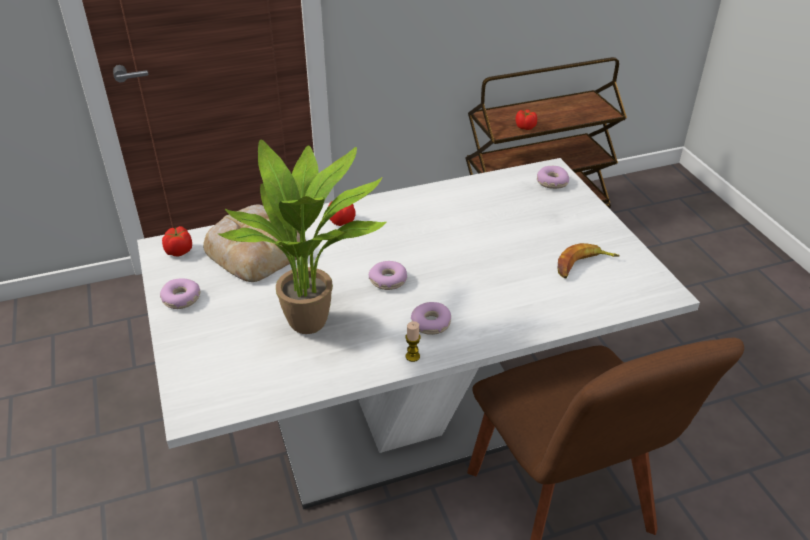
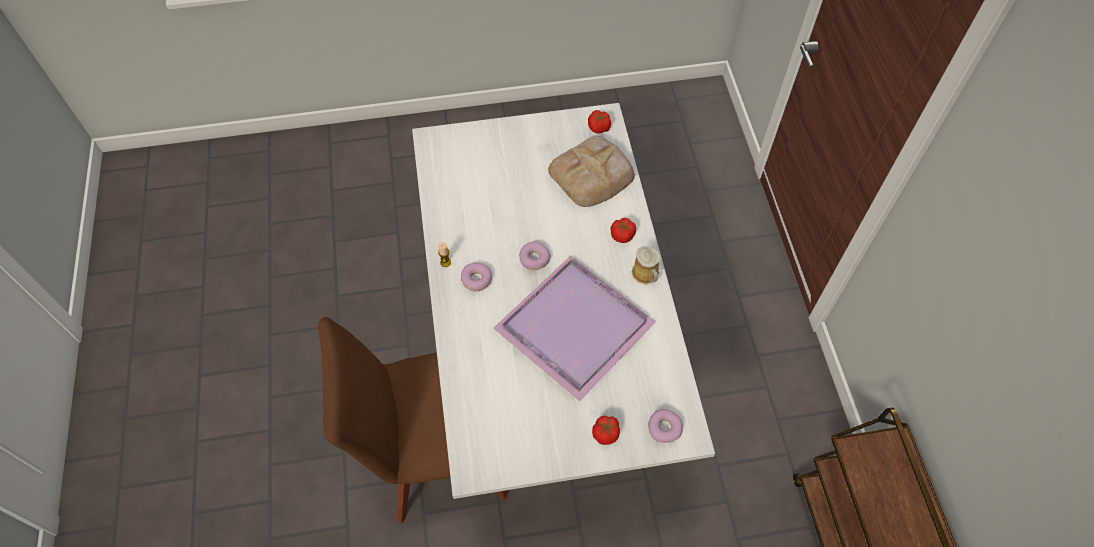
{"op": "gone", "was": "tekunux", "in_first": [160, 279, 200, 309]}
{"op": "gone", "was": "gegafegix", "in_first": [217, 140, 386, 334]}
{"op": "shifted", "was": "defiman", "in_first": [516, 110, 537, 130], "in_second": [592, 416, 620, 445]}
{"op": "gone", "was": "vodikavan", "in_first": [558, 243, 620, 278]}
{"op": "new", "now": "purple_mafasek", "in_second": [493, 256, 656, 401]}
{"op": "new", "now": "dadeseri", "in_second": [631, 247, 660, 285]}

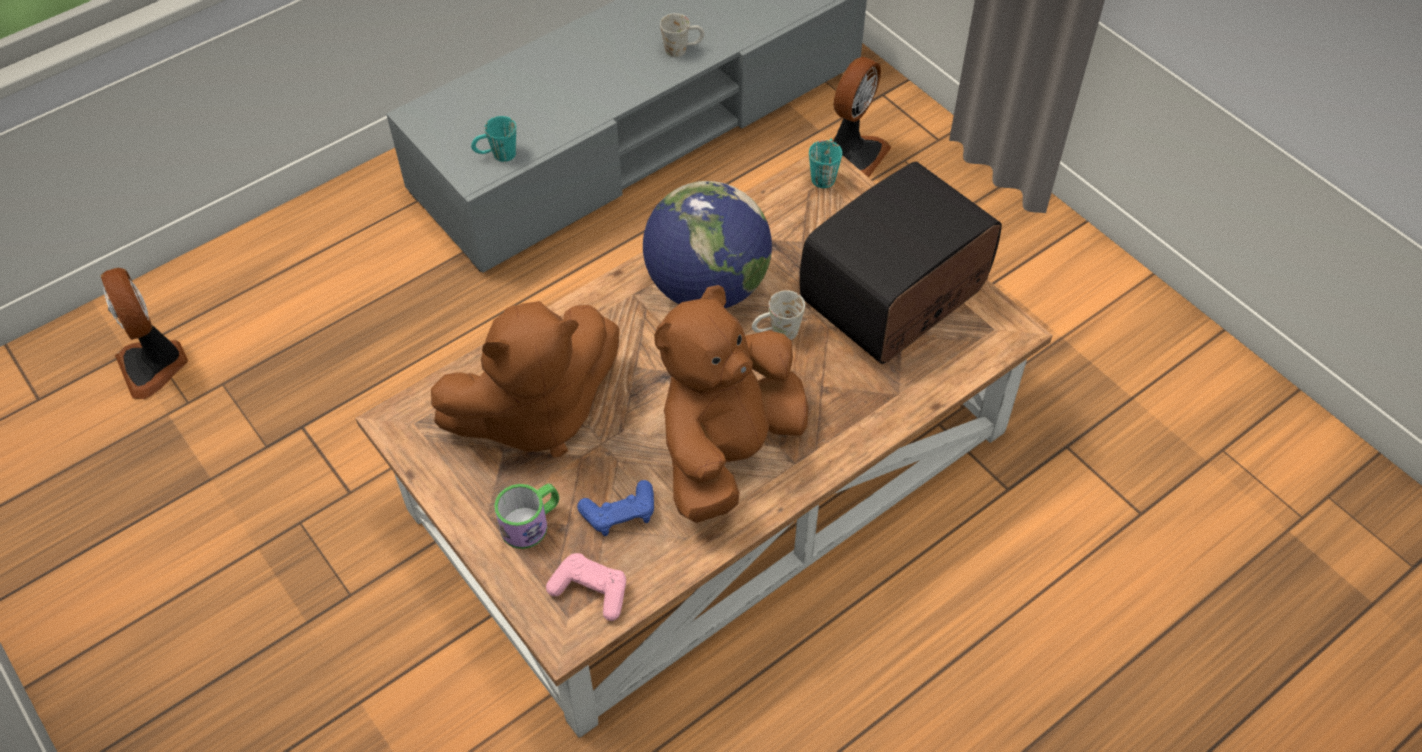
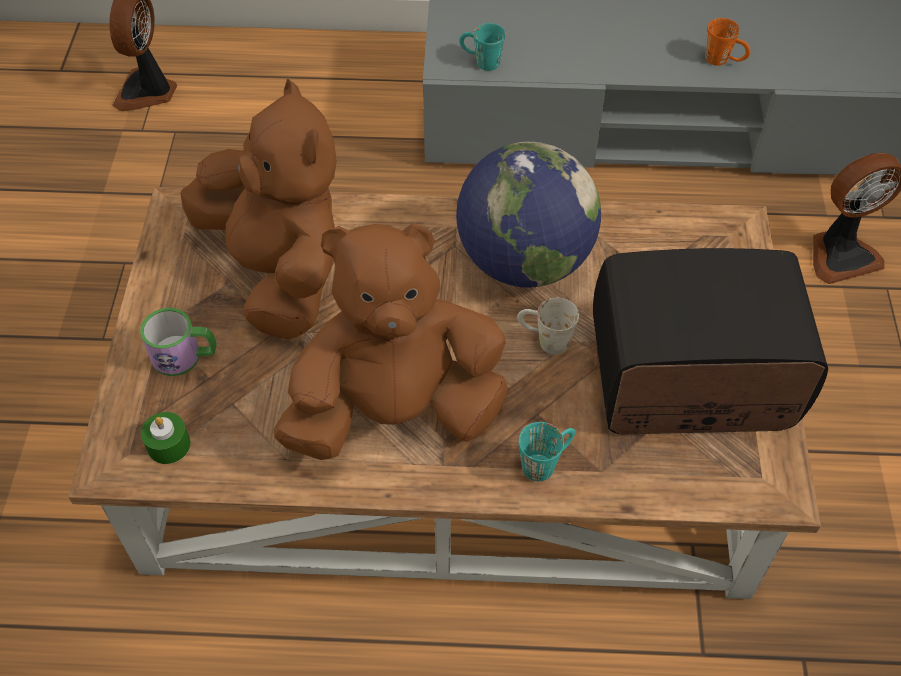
{"op": "rotated", "was": "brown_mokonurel", "in_first": [431, 301, 619, 457], "in_second": [180, 79, 337, 339], "clockwise": -135}
{"op": "swapped", "was": "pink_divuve", "now": "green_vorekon", "in_first": [546, 553, 626, 621], "in_second": [141, 412, 190, 464]}
{"op": "gone", "was": "blue_divuve", "in_first": [577, 480, 654, 536]}
{"op": "repainted", "was": "white_dadeseri", "now": "orange_dadeseri", "in_first": [660, 13, 705, 57], "in_second": [705, 18, 750, 66]}
{"op": "shifted", "was": "turquoise_dadeseri", "in_first": [809, 139, 842, 188], "in_second": [519, 422, 575, 481]}

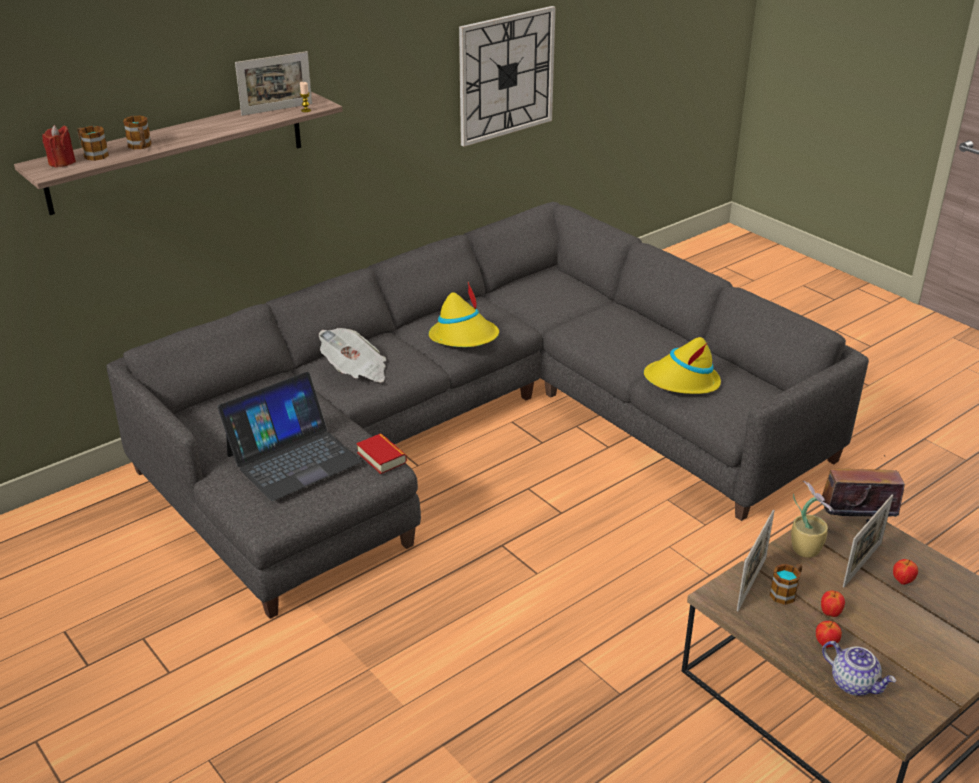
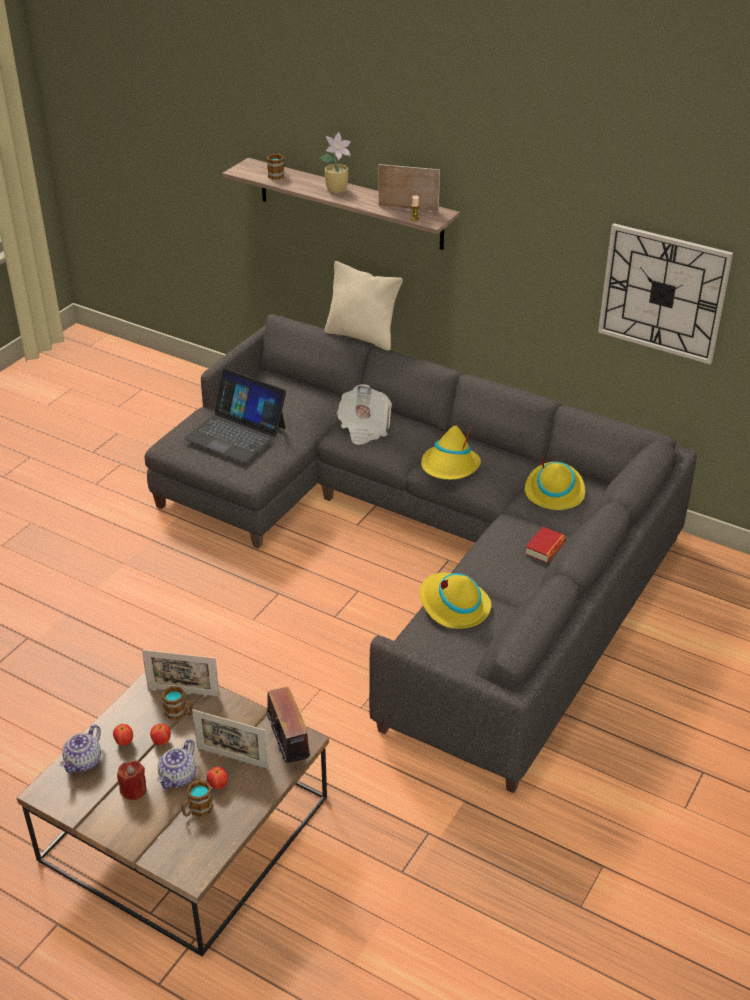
{"op": "shifted", "was": "red_vorekon", "in_first": [42, 125, 76, 167], "in_second": [117, 760, 147, 800]}
{"op": "shifted", "was": "dadeseri", "in_first": [123, 116, 151, 149], "in_second": [181, 780, 213, 817]}
{"op": "rotated", "was": "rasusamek", "in_first": [235, 51, 312, 116], "in_second": [378, 164, 440, 211], "clockwise": 150}
{"op": "shifted", "was": "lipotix", "in_first": [356, 433, 407, 474], "in_second": [525, 527, 566, 563]}
{"op": "shifted", "was": "gegafegix", "in_first": [791, 481, 834, 558], "in_second": [320, 132, 351, 193]}
{"op": "new", "now": "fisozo", "in_second": [157, 739, 196, 789]}
{"op": "new", "now": "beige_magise", "in_second": [324, 261, 403, 351]}
{"op": "new", "now": "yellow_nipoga", "in_second": [525, 457, 585, 510]}

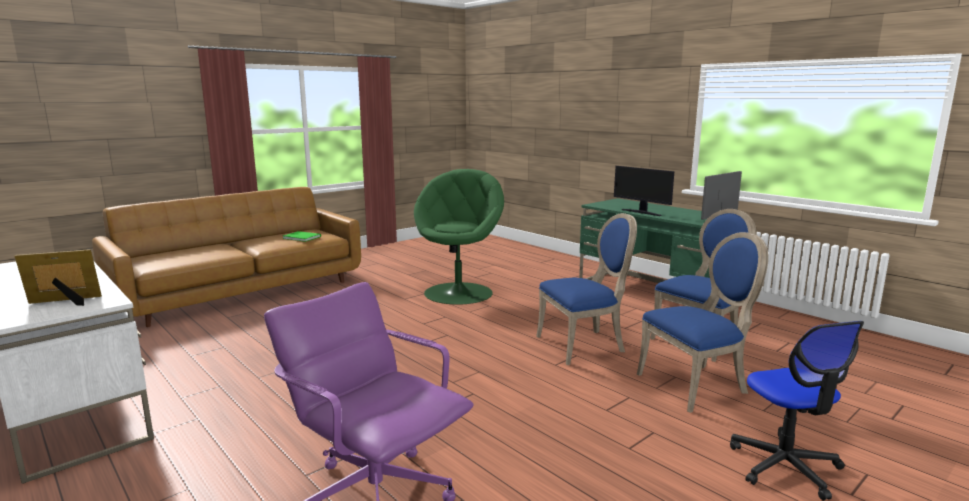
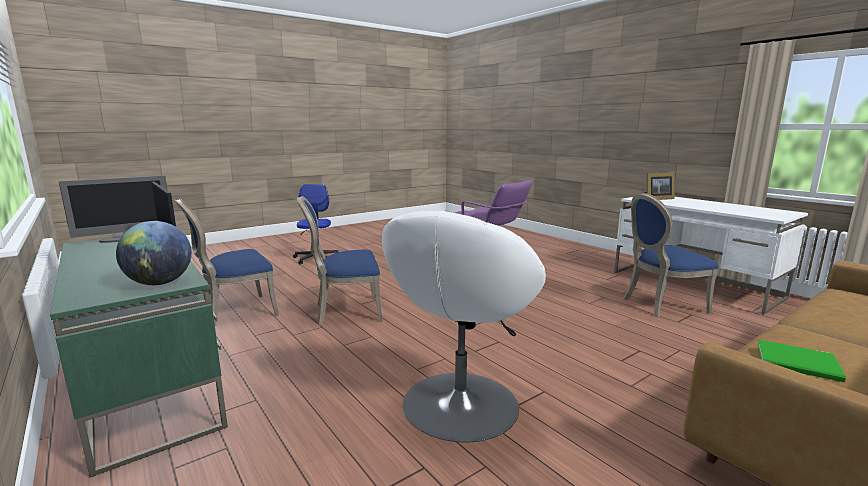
{"op": "repainted", "was": "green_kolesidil", "now": "white_kolesidil", "in_first": [414, 169, 504, 305], "in_second": [382, 211, 546, 442]}
{"op": "shifted", "was": "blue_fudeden", "in_first": [637, 232, 768, 413], "in_second": [623, 193, 718, 317]}
{"op": "new", "now": "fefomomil", "in_second": [116, 221, 192, 285]}

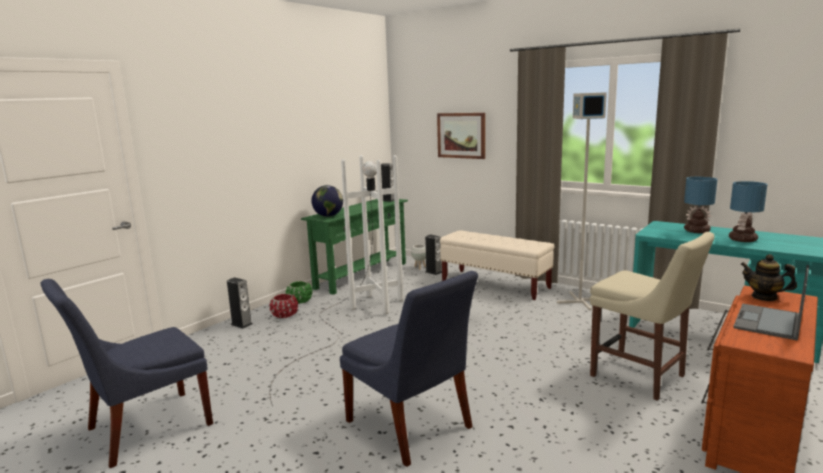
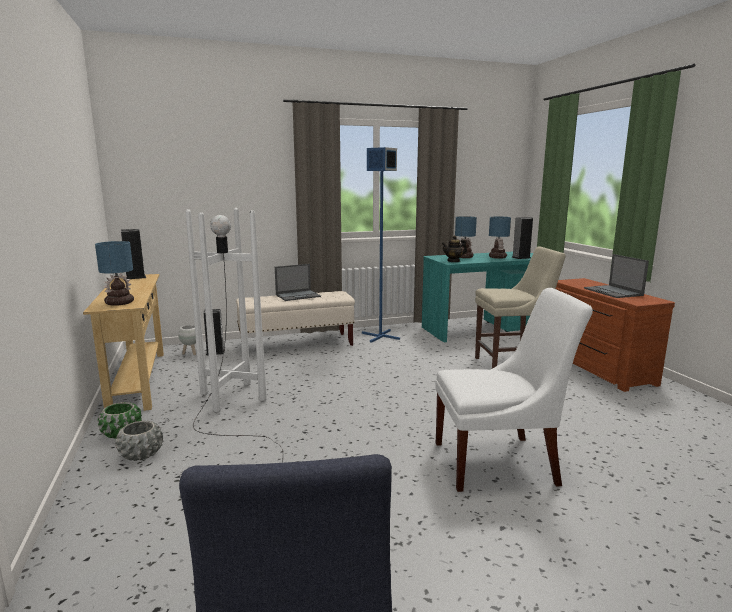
{"op": "shifted", "was": "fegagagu", "in_first": [227, 277, 252, 329], "in_second": [511, 217, 533, 259]}
{"op": "repainted", "was": "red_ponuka", "now": "grey_ponuka", "in_first": [270, 294, 298, 318], "in_second": [115, 421, 163, 461]}
{"op": "repainted", "was": "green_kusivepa", "now": "beige_kusivepa", "in_first": [301, 199, 408, 295], "in_second": [83, 274, 164, 411]}
{"op": "swapped", "was": "fefomomil", "now": "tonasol", "in_first": [311, 185, 343, 217], "in_second": [95, 241, 134, 306]}
{"op": "repainted", "was": "blue_fudeden", "now": "white_fudeden", "in_first": [340, 271, 478, 467], "in_second": [435, 288, 593, 492]}
{"op": "gone", "was": "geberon", "in_first": [437, 113, 485, 159]}
{"op": "repainted", "was": "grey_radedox", "now": "blue_radedox", "in_first": [557, 92, 607, 310], "in_second": [362, 147, 400, 343]}
{"op": "shifted", "was": "fisozo", "in_first": [740, 254, 797, 301], "in_second": [442, 235, 467, 262]}
{"op": "new", "now": "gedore", "in_second": [275, 264, 321, 301]}

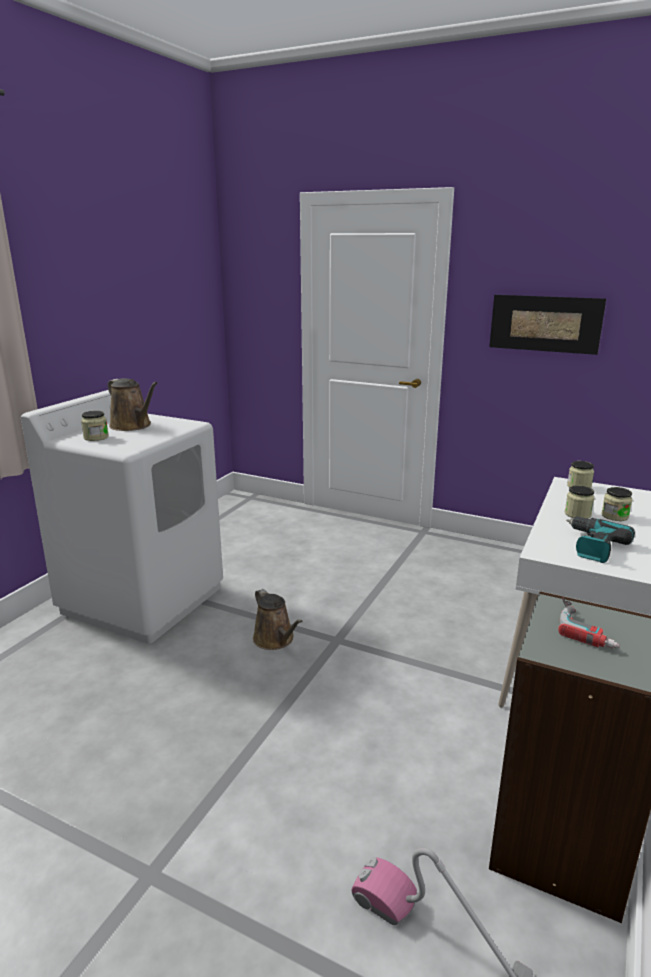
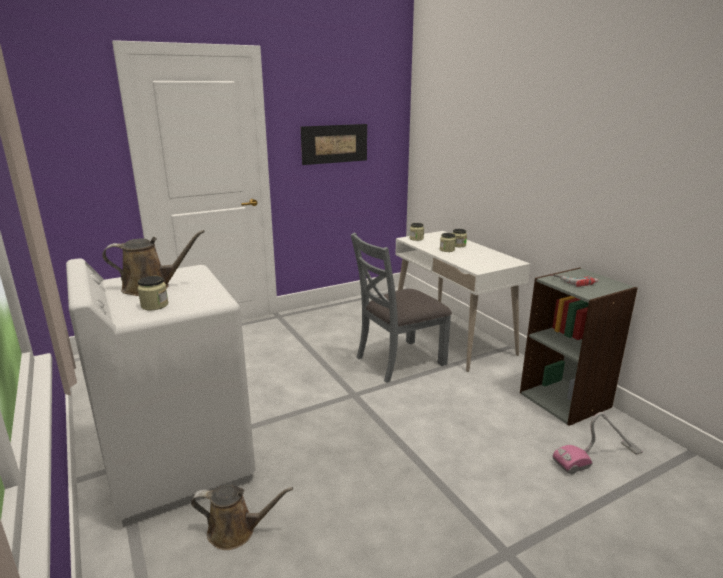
{"op": "shifted", "was": "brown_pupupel", "in_first": [253, 589, 303, 650], "in_second": [191, 485, 293, 550]}
{"op": "gone", "was": "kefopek", "in_first": [566, 516, 635, 563]}
{"op": "new", "now": "grey_fudeden", "in_second": [351, 233, 452, 383]}

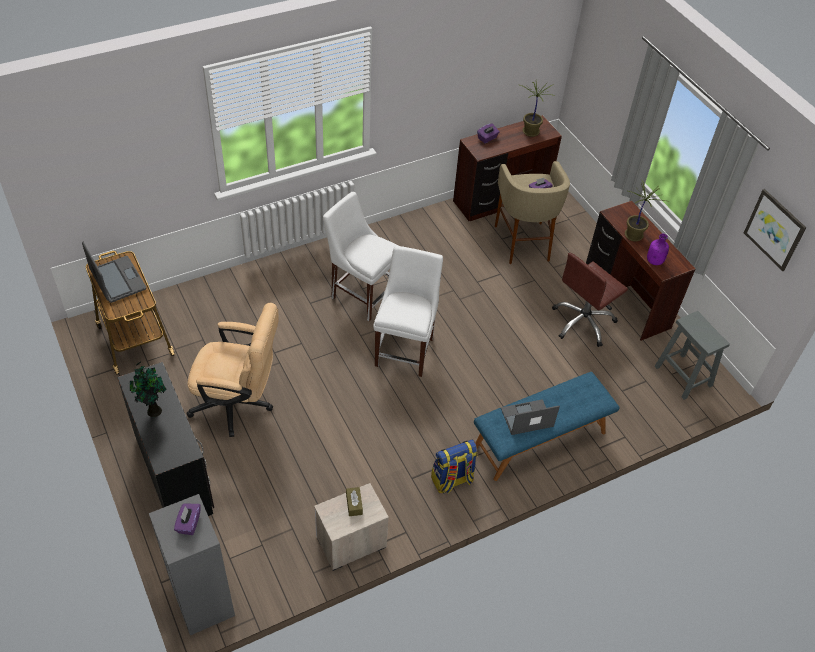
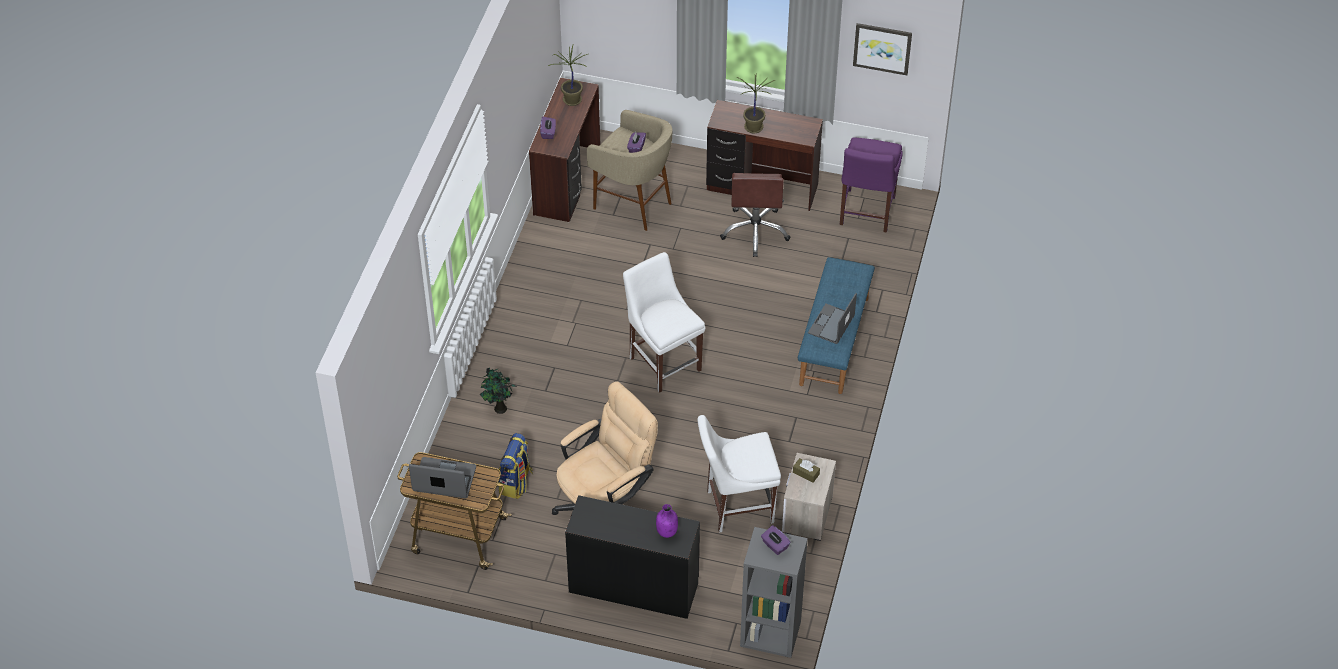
{"op": "shifted", "was": "gegafegix", "in_first": [130, 361, 167, 417], "in_second": [480, 368, 517, 414]}
{"op": "shifted", "was": "white_fudeden", "in_first": [323, 192, 398, 321], "in_second": [698, 415, 781, 533]}
{"op": "shifted", "was": "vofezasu", "in_first": [431, 440, 478, 494], "in_second": [498, 433, 533, 499]}
{"op": "shifted", "was": "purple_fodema", "in_first": [647, 233, 669, 265], "in_second": [656, 504, 678, 538]}
{"op": "swapped", "was": "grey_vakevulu", "now": "purple_fudeden", "in_first": [655, 311, 730, 400], "in_second": [840, 137, 903, 233]}

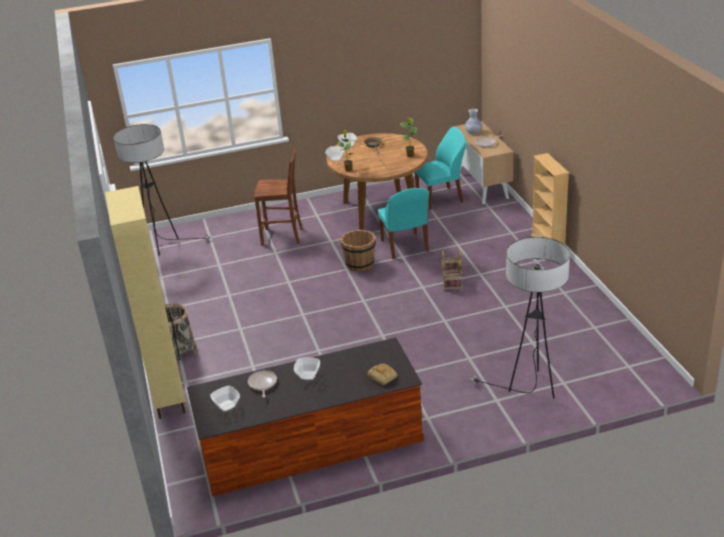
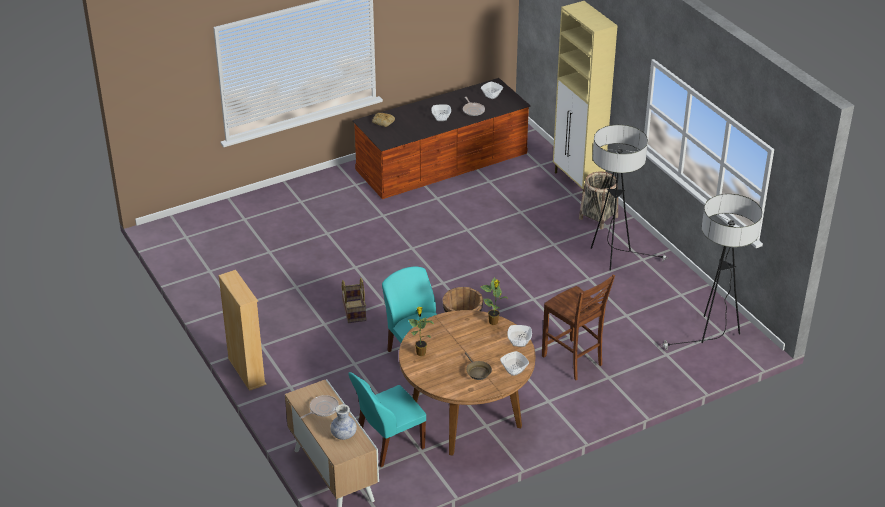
{"op": "rotated", "was": "brown_fudeden", "in_first": [254, 146, 303, 246], "in_second": [542, 274, 615, 380], "clockwise": -120}
{"op": "shifted", "was": "radedox", "in_first": [469, 237, 570, 399], "in_second": [591, 125, 669, 271]}

